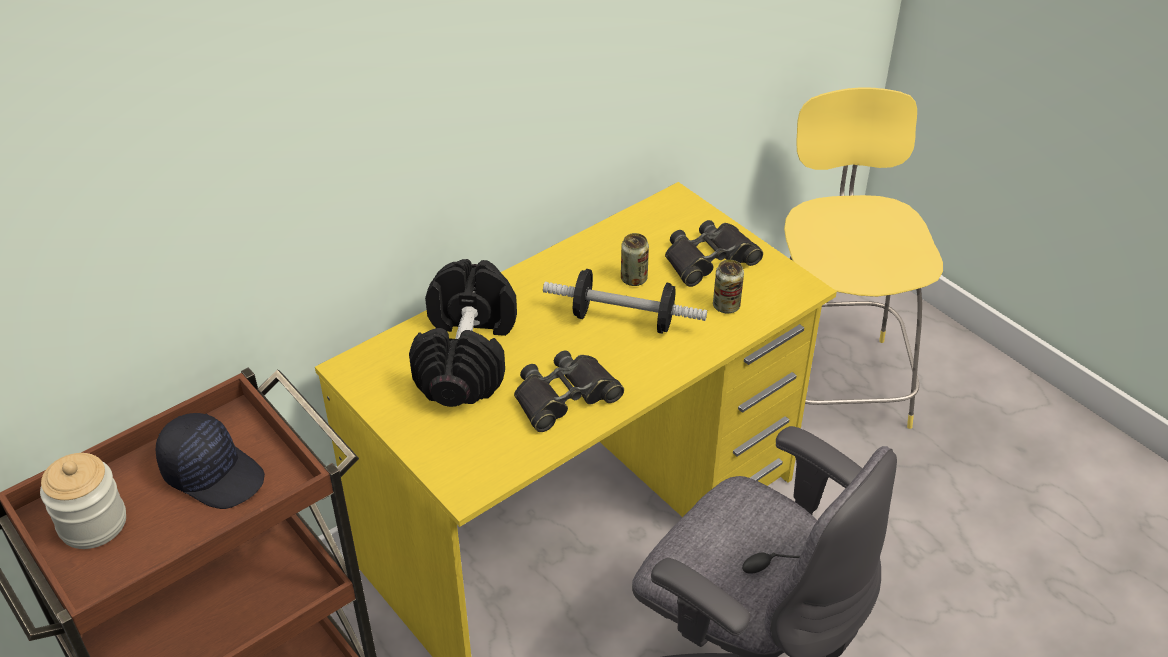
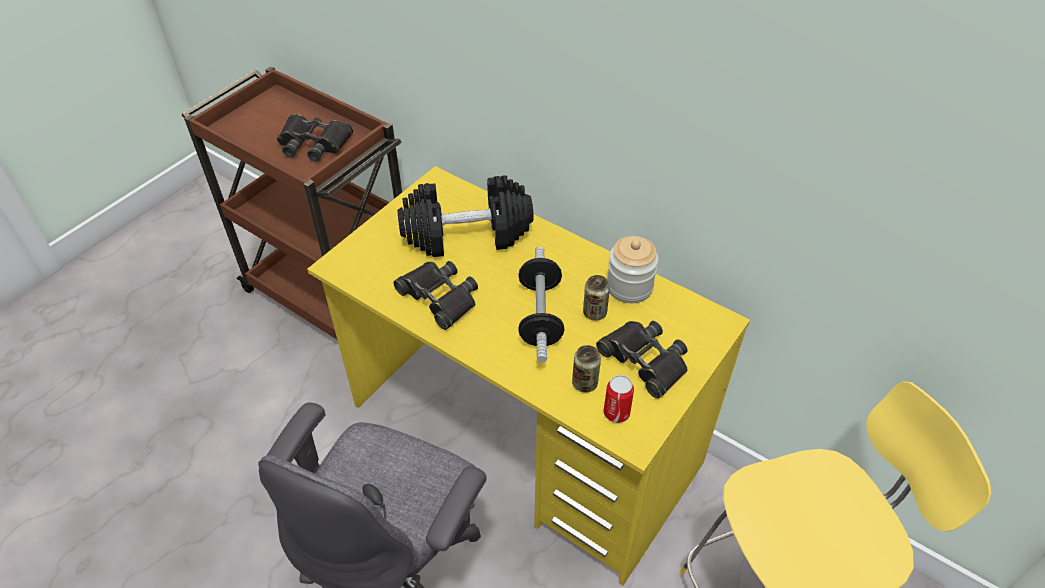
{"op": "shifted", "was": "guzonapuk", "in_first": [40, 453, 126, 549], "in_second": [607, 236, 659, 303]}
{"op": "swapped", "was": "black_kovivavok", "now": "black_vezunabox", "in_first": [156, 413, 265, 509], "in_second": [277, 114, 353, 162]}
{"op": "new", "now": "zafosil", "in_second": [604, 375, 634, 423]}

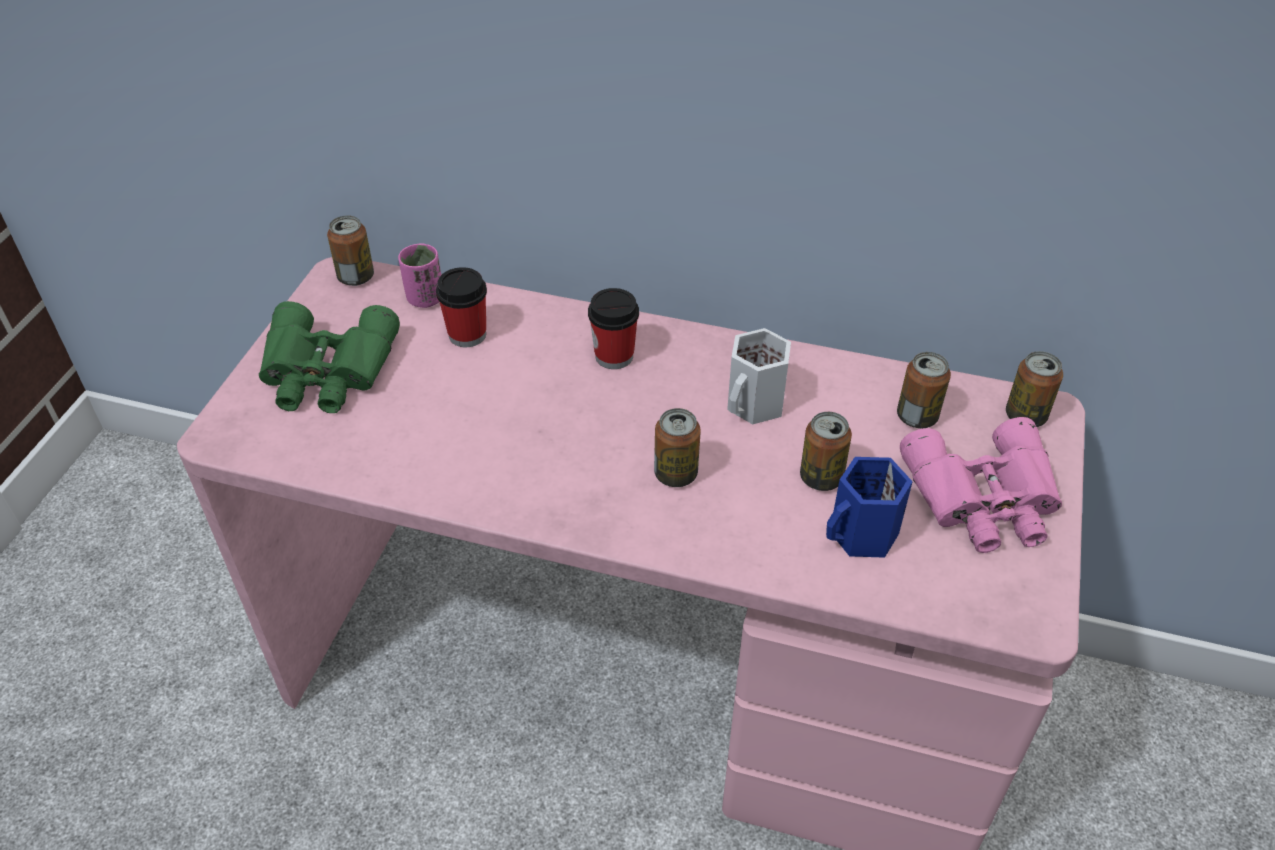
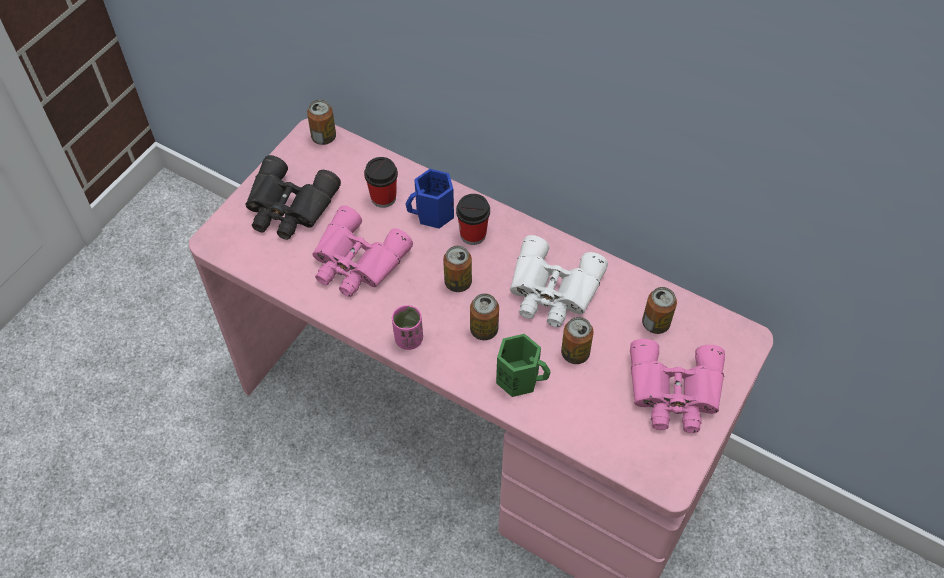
{"op": "repainted", "was": "green_vezunabox", "now": "black_vezunabox", "in_first": [259, 301, 400, 413], "in_second": [245, 155, 341, 240]}
{"op": "shifted", "was": "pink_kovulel", "in_first": [398, 243, 441, 308], "in_second": [392, 305, 423, 350]}
{"op": "swapped", "was": "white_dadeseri", "now": "white_vezunabox", "in_first": [727, 328, 791, 424], "in_second": [510, 235, 608, 327]}
{"op": "shifted", "was": "blue_dadeseri", "in_first": [826, 457, 913, 558], "in_second": [406, 169, 454, 229]}
{"op": "shifted", "was": "zafosil", "in_first": [1006, 351, 1063, 427], "in_second": [443, 246, 472, 292]}
{"op": "new", "now": "pink_vezunabox", "in_second": [313, 205, 413, 297]}
{"op": "new", "now": "green_dadeseri", "in_second": [496, 334, 551, 397]}

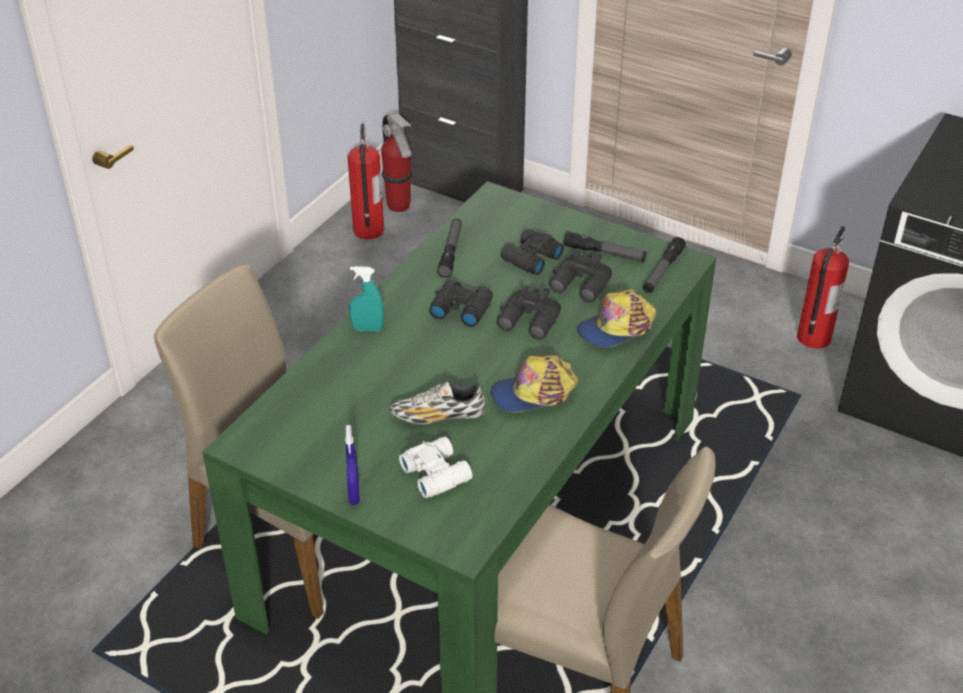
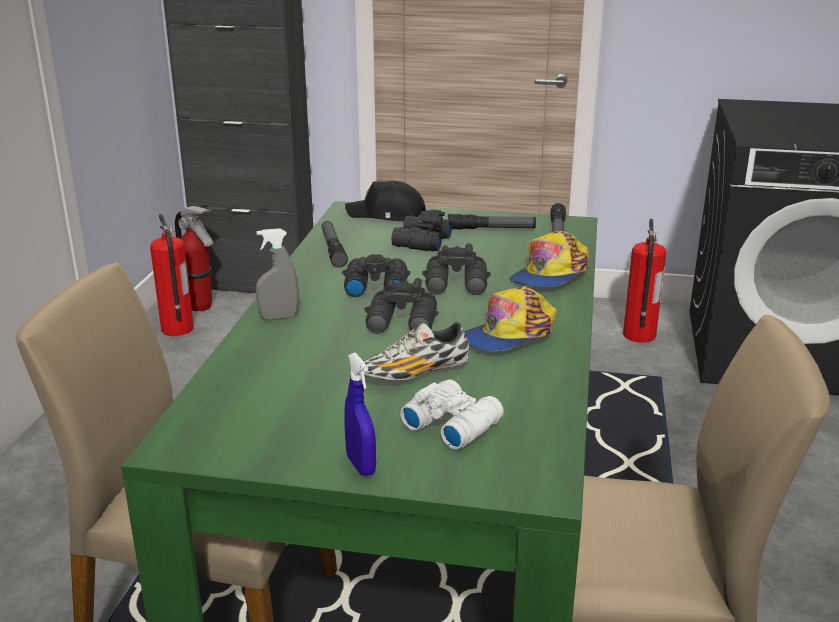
{"op": "repainted", "was": "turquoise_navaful", "now": "grey_navaful", "in_first": [349, 266, 384, 331], "in_second": [256, 228, 299, 320]}
{"op": "shifted", "was": "black_vezunabox", "in_first": [549, 250, 612, 303], "in_second": [364, 278, 439, 334]}
{"op": "new", "now": "black_kovivavok", "in_second": [345, 181, 426, 222]}

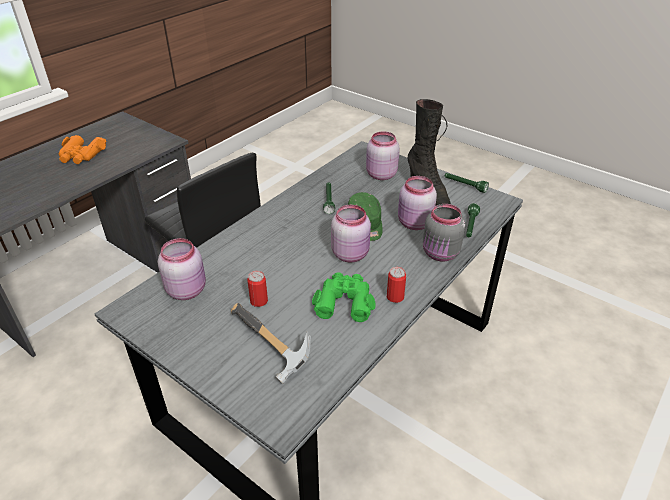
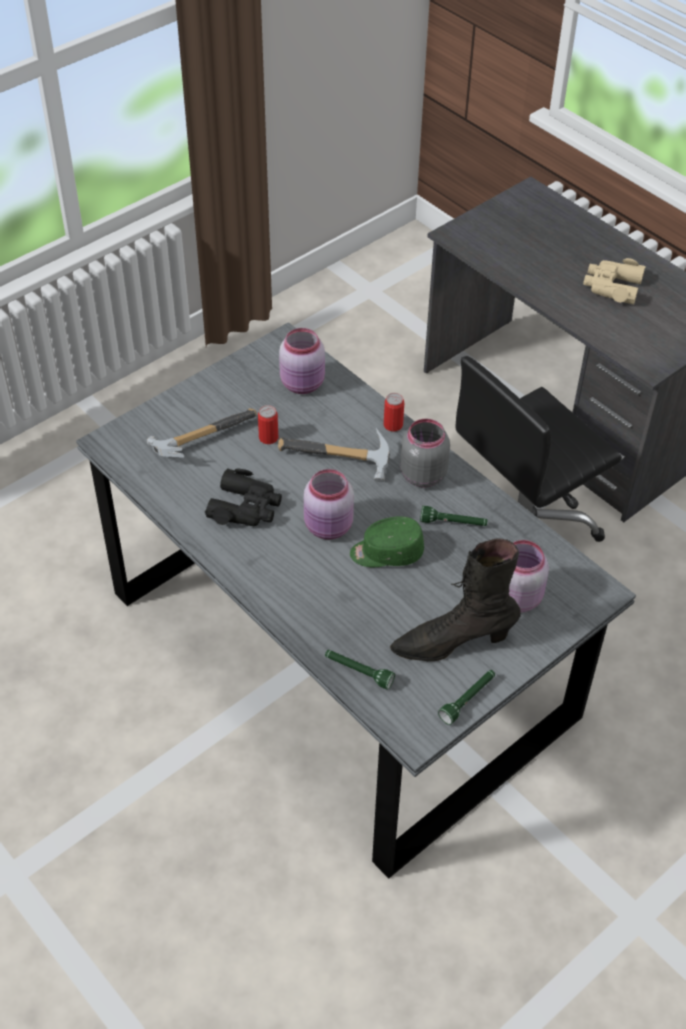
{"op": "repainted", "was": "orange_vezunabox", "now": "beige_vezunabox", "in_first": [59, 135, 106, 164], "in_second": [583, 258, 646, 304]}
{"op": "repainted", "was": "green_vezunabox", "now": "black_vezunabox", "in_first": [312, 272, 376, 322], "in_second": [205, 468, 282, 526]}
{"op": "shifted", "was": "zafosil", "in_first": [387, 267, 406, 303], "in_second": [384, 393, 404, 431]}
{"op": "gone", "was": "pink_guzonapuk", "in_first": [398, 176, 437, 230]}
{"op": "shifted", "was": "grey_guzonapuk", "in_first": [423, 204, 465, 261], "in_second": [400, 419, 450, 488]}
{"op": "new", "now": "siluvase", "in_second": [278, 428, 390, 482]}

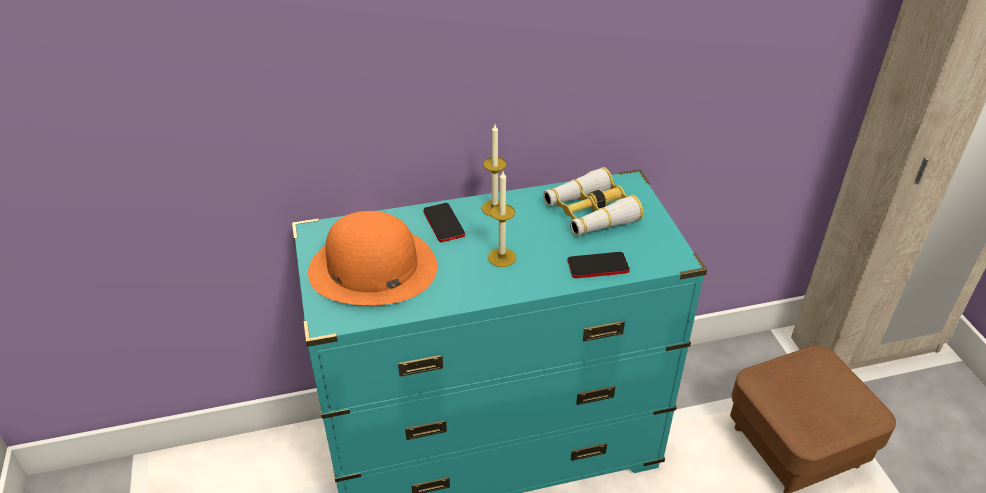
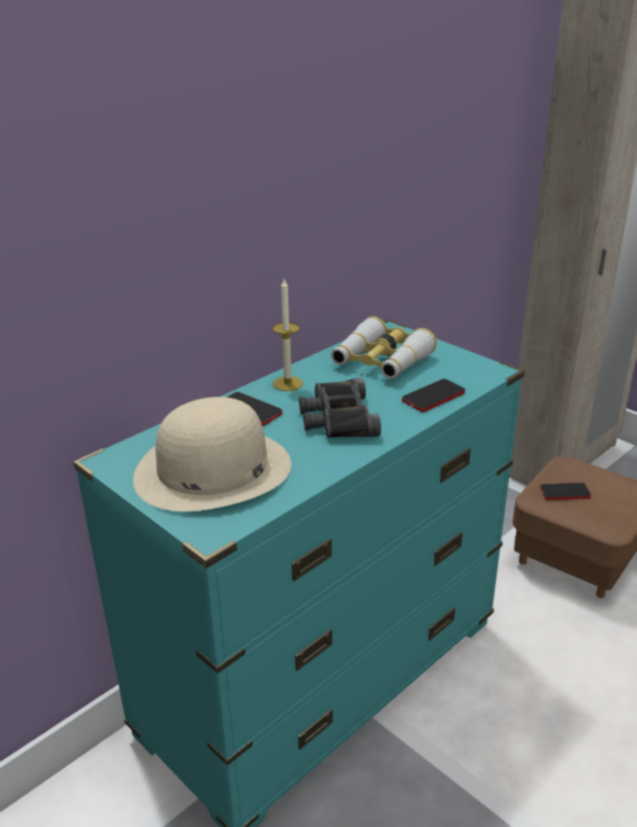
{"op": "repainted", "was": "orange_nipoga", "now": "beige_nipoga", "in_first": [308, 211, 437, 305], "in_second": [133, 397, 291, 511]}
{"op": "swapped", "was": "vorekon", "now": "black_vezunabox", "in_first": [488, 171, 516, 267], "in_second": [299, 378, 381, 438]}
{"op": "new", "now": "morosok", "in_second": [540, 483, 591, 500]}

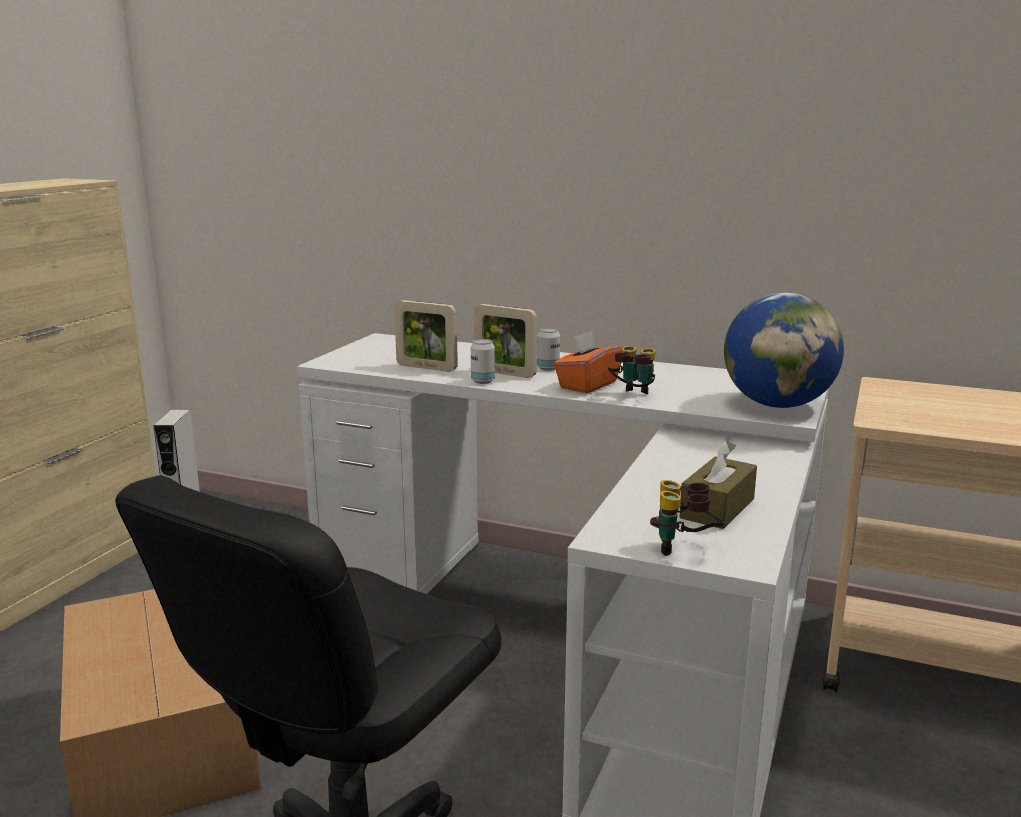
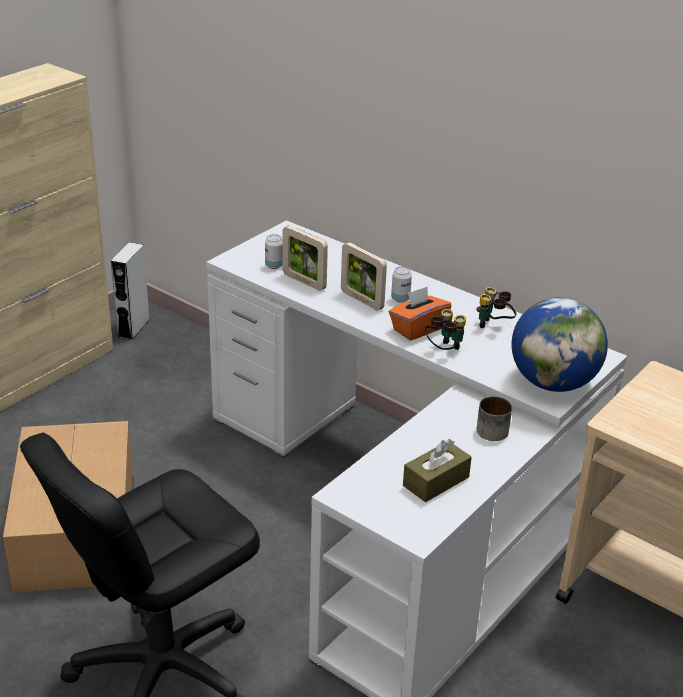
{"op": "shifted", "was": "zafosil", "in_first": [471, 339, 495, 384], "in_second": [265, 234, 283, 269]}
{"op": "shifted", "was": "vezunabox", "in_first": [650, 480, 725, 556], "in_second": [477, 287, 517, 328]}
{"op": "new", "now": "dadeseri", "in_second": [477, 396, 512, 441]}

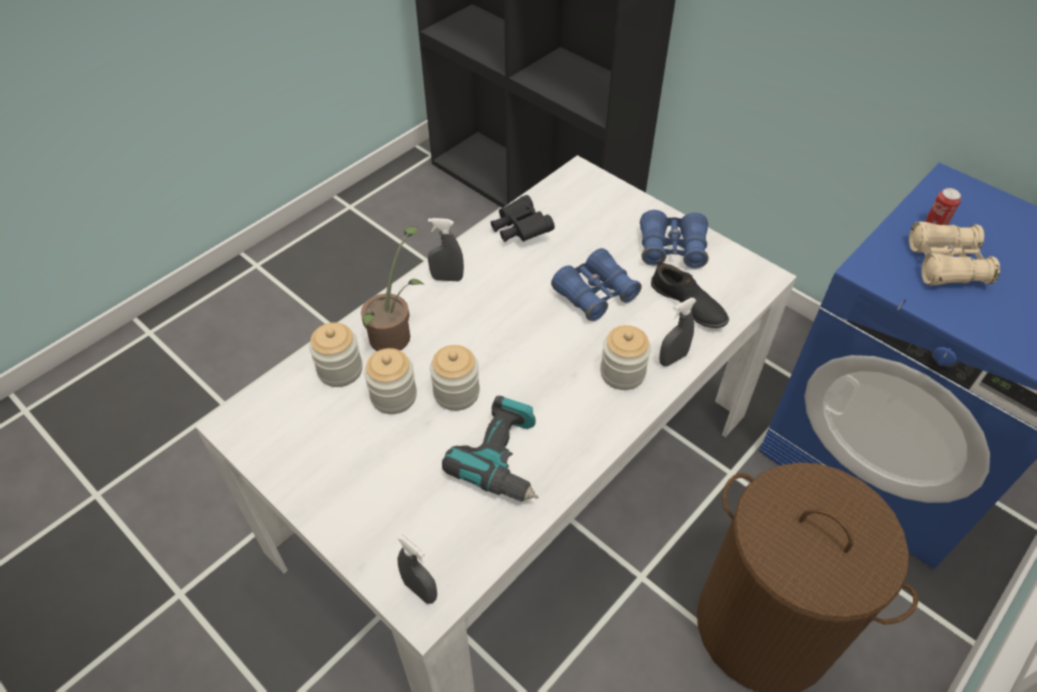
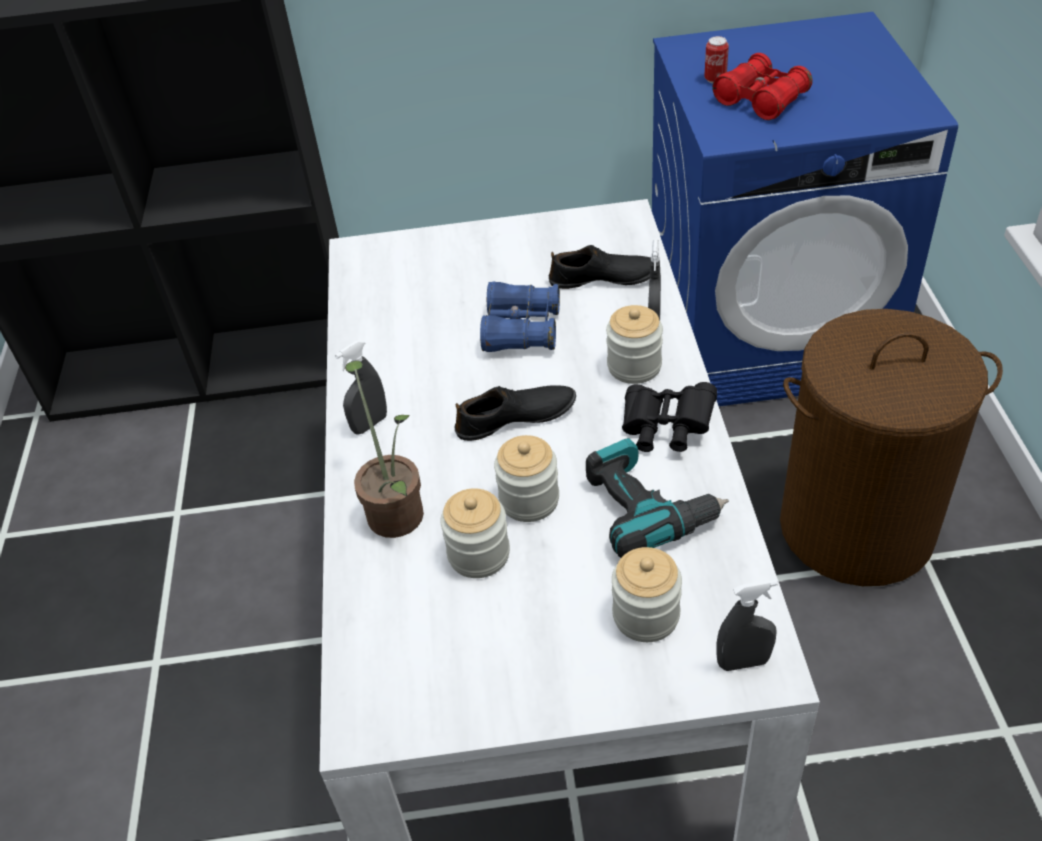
{"op": "shifted", "was": "guzonapuk", "in_first": [309, 322, 363, 387], "in_second": [612, 547, 682, 642]}
{"op": "shifted", "was": "black_vezunabox", "in_first": [491, 195, 555, 242], "in_second": [622, 382, 717, 452]}
{"op": "gone", "was": "blue_vezunabox", "in_first": [640, 210, 709, 269]}
{"op": "repainted", "was": "beige_vezunabox", "now": "red_vezunabox", "in_first": [909, 221, 1000, 286], "in_second": [712, 53, 813, 120]}
{"op": "new", "now": "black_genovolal", "in_second": [455, 385, 576, 441]}

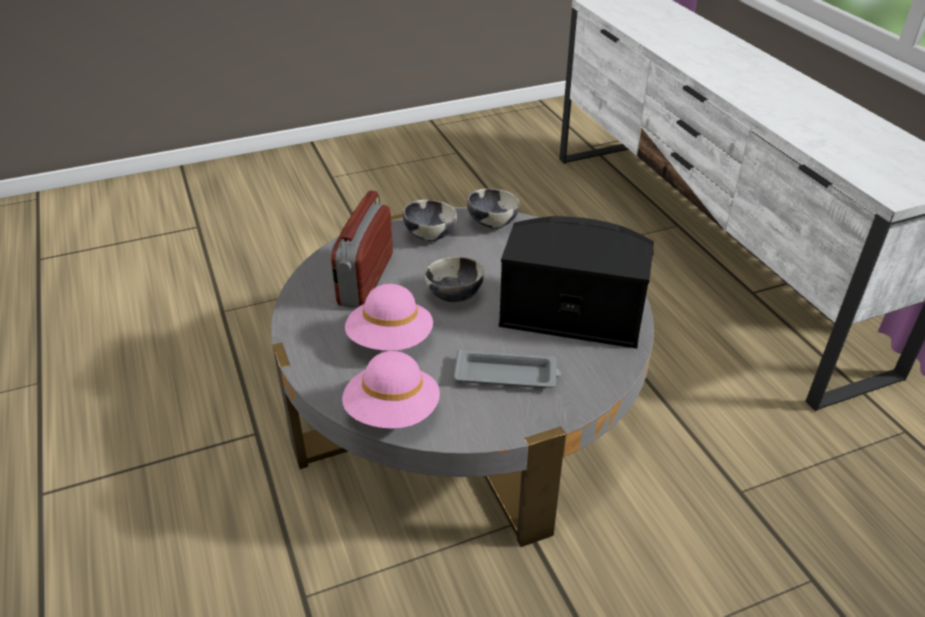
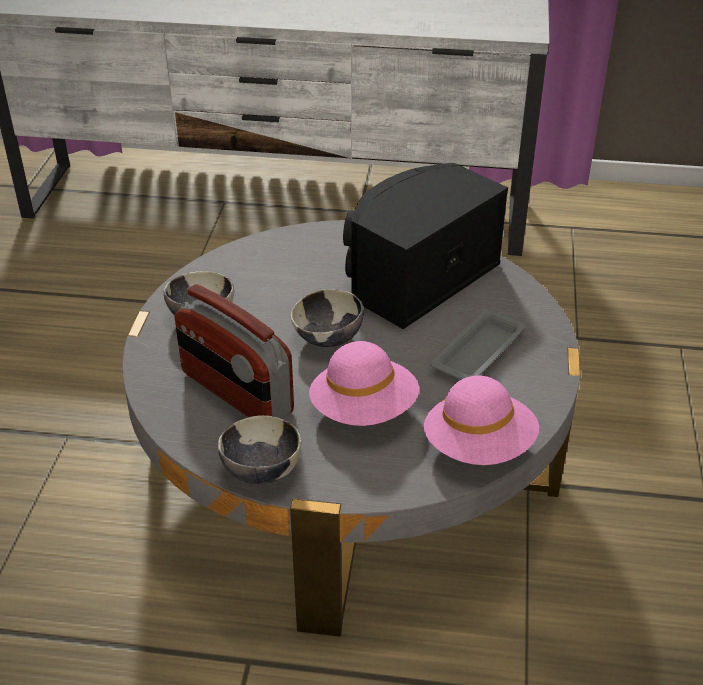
{"op": "shifted", "was": "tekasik", "in_first": [467, 189, 520, 229], "in_second": [218, 415, 301, 485]}

